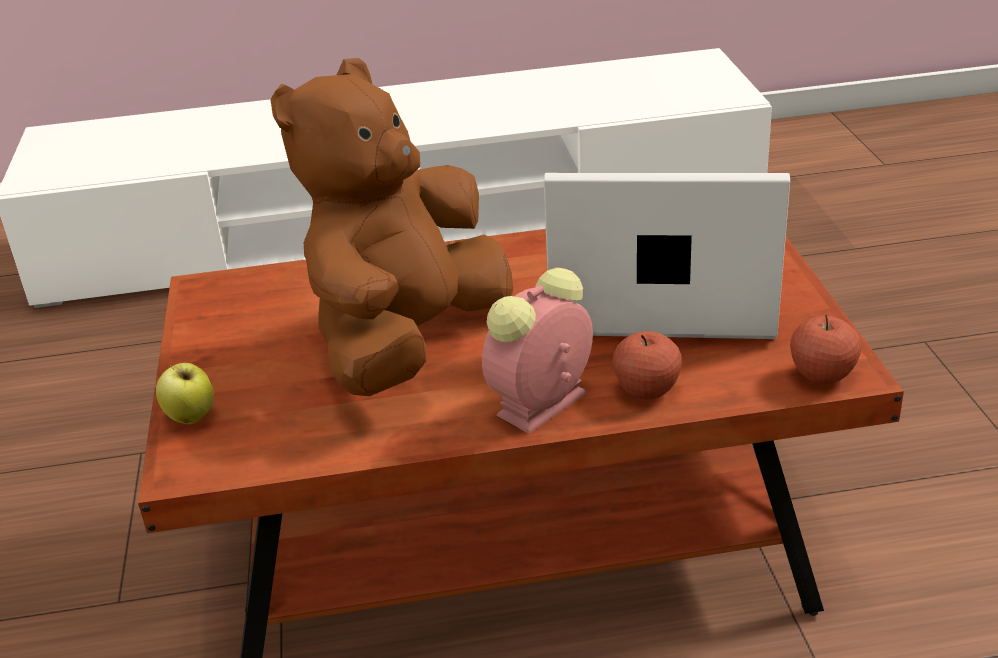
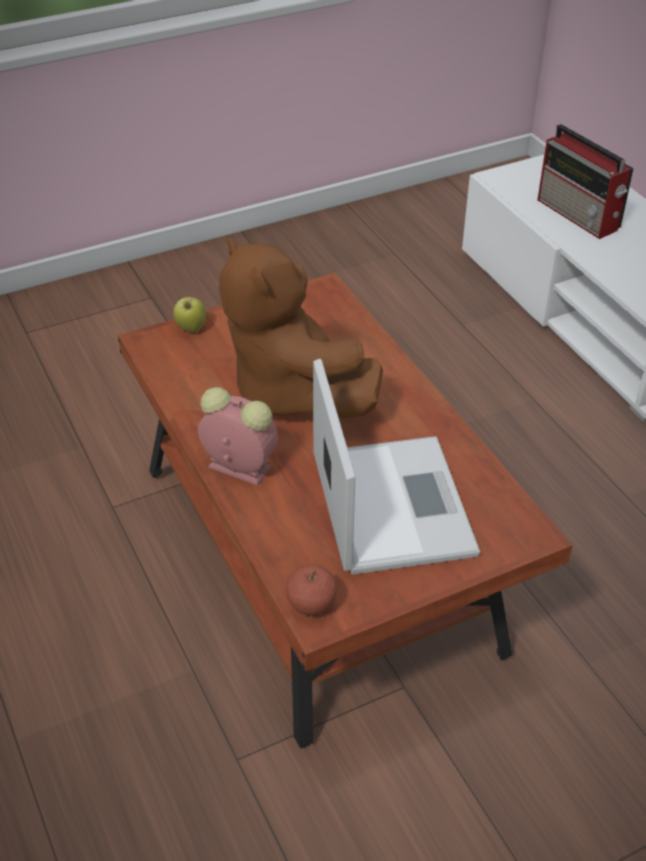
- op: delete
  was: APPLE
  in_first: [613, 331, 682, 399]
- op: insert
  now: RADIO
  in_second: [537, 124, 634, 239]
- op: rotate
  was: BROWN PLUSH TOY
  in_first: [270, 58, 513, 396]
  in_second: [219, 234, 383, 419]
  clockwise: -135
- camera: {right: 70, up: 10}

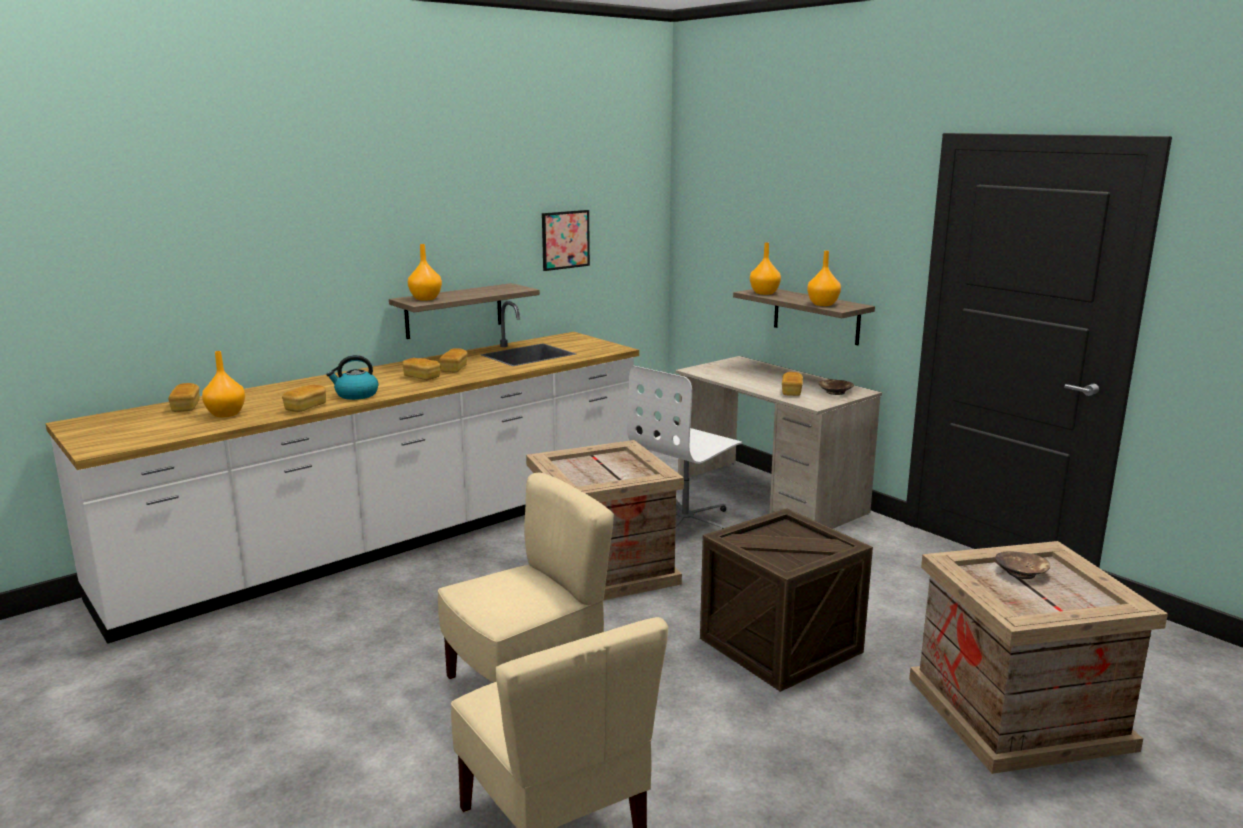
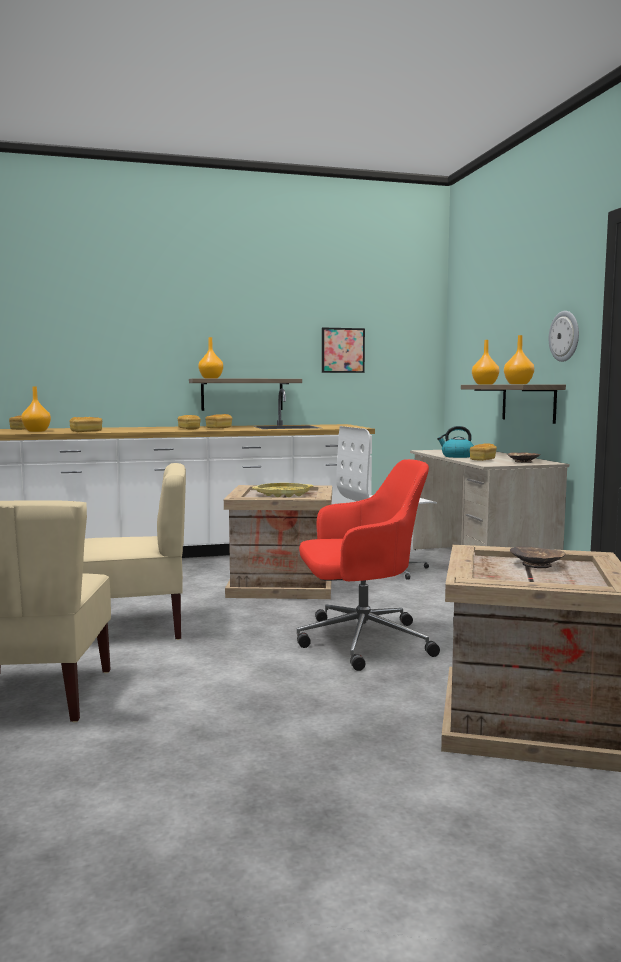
- op: insert
  now: YELLOW TRAY
  in_second: [252, 483, 314, 497]
- op: insert
  now: WALL CLOCK
  in_second: [549, 311, 579, 362]
- op: move
  was: KETTLE
  in_first: [326, 355, 378, 400]
  in_second: [437, 426, 474, 458]
- op: replace
  was: CRATE
  now: RED OFFICE CHAIR
  in_first: [700, 508, 873, 692]
  in_second: [297, 459, 440, 671]
- camera: {right: 25, up: -10}

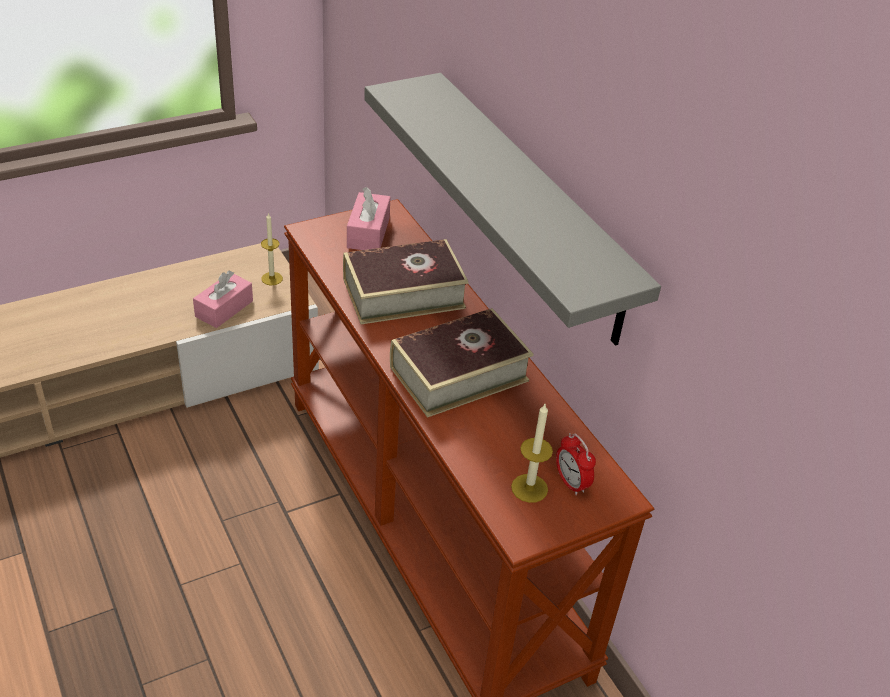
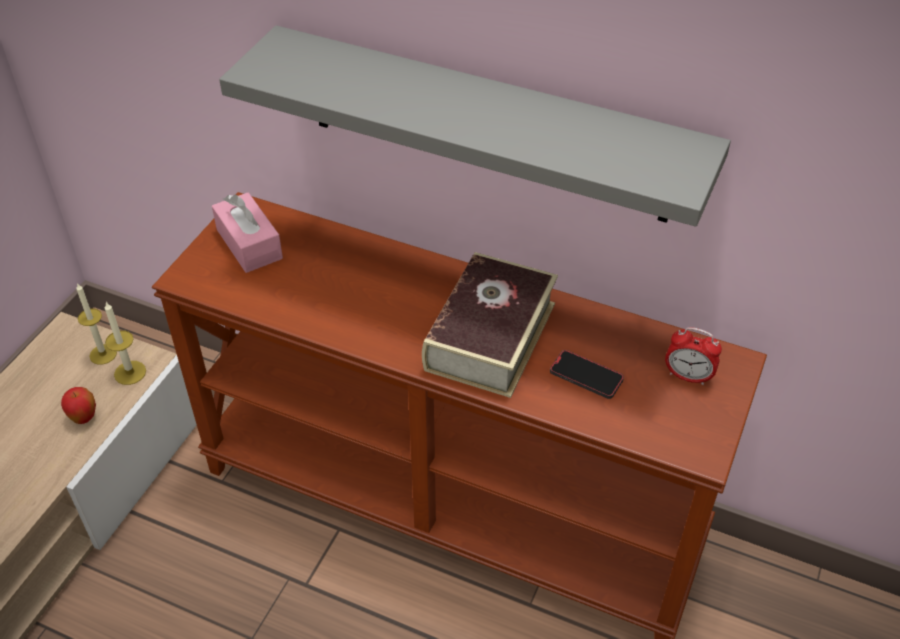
- op: delete
  was: BOOK
  in_first: [343, 239, 469, 324]
- op: insert
  now: PHONE
  in_second: [550, 350, 624, 399]
- op: move
  was: CANDLE
  in_first: [511, 404, 553, 503]
  in_second: [105, 302, 146, 385]
- op: replace
  was: PINK TISSUE BOX
  now: APPLE
  in_first: [193, 270, 253, 328]
  in_second: [61, 387, 96, 424]
- camera: {right: -35, up: 5}

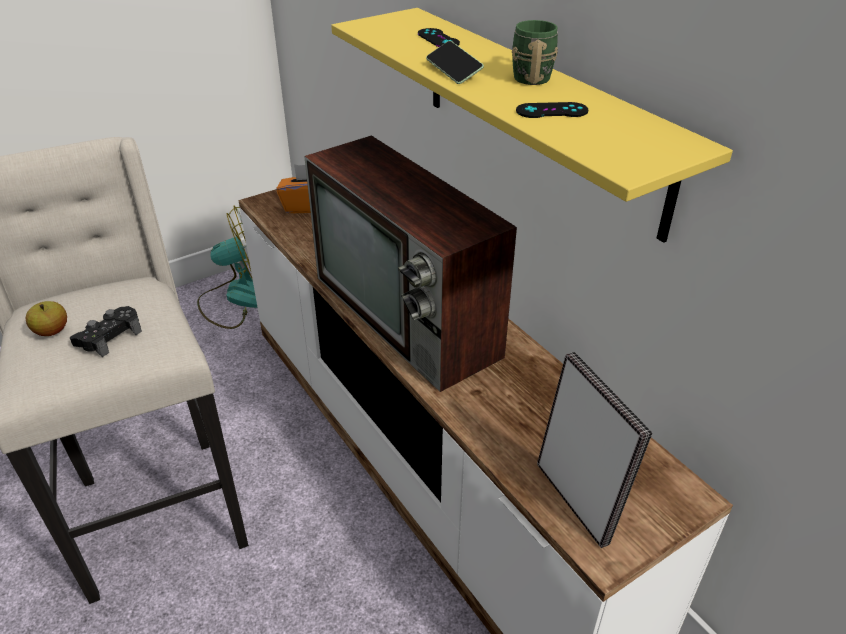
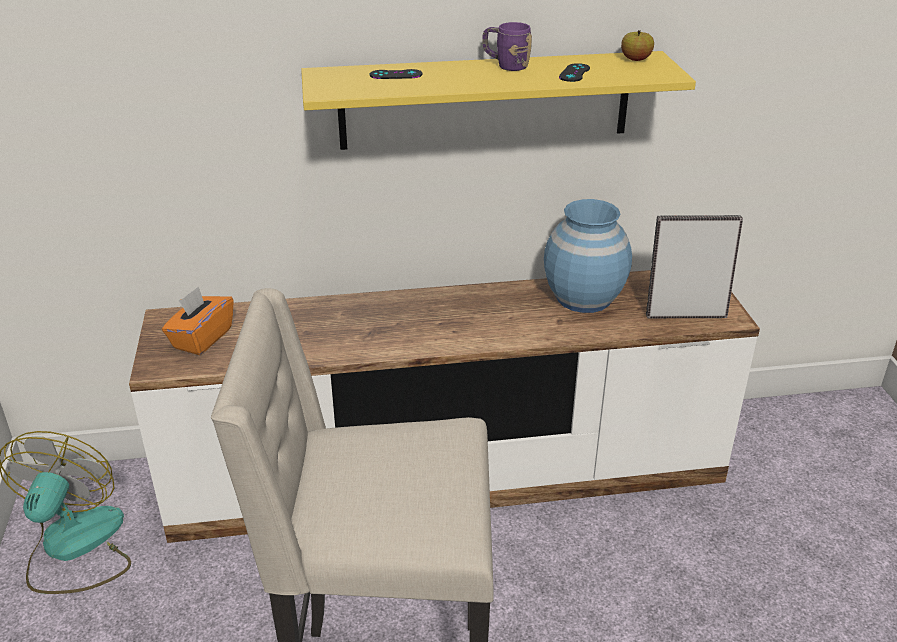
- op: delete
  was: BLACK GAME CONTROLLER
  in_first: [70, 306, 142, 357]
- op: delete
  was: TELEVISION
  in_first: [304, 135, 517, 392]
- op: delete
  was: PHONE
  in_first: [426, 41, 484, 84]
- op: insert
  now: BLUE VASE
  in_second: [544, 199, 632, 313]
- op: move
  was: APPLE
  in_first: [26, 301, 67, 336]
  in_second: [621, 30, 654, 61]
- op: recolor
  was: GREEN MUG
  now: PURPLE MUG
  in_first: [512, 20, 558, 85]
  in_second: [482, 22, 532, 71]
- camera: {right: -65, up: -5}

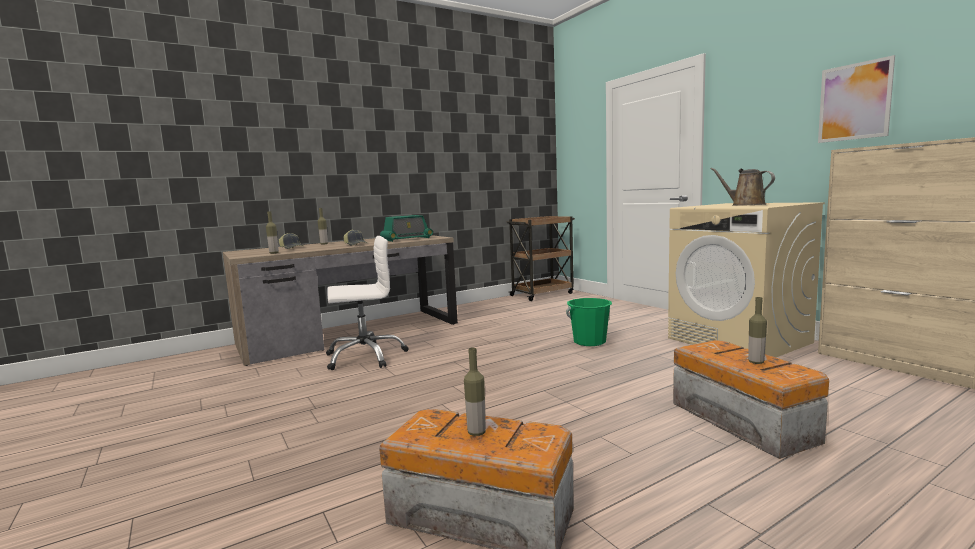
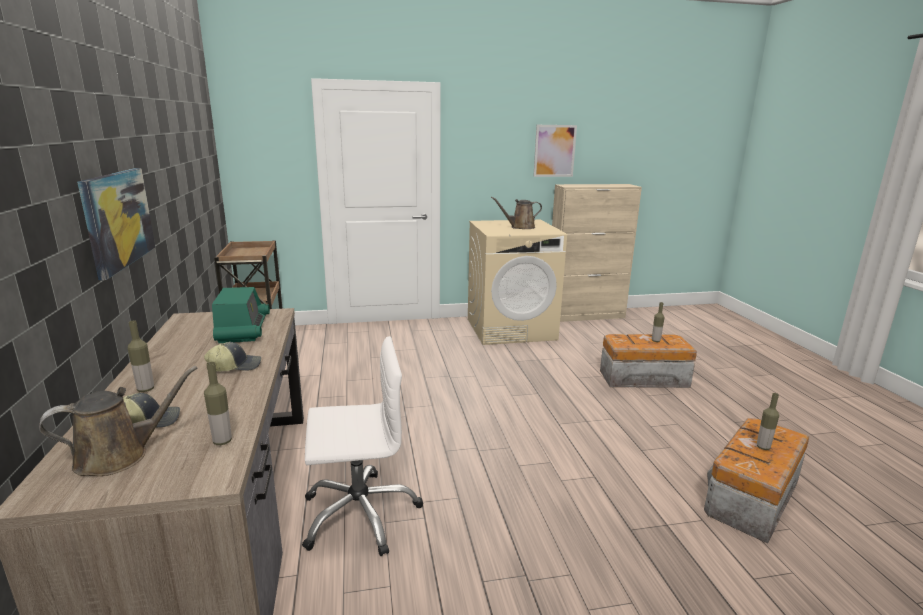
- op: delete
  was: GREEN BUCKET
  in_first: [566, 298, 612, 346]
- op: insert
  now: BROWN WATERING CAN
  in_second: [39, 366, 197, 476]
- op: insert
  now: PICTURE
  in_second: [77, 168, 155, 280]
- op: rotate
  was: WHITE OFFICE CHAIR
  in_first: [326, 236, 408, 370]
  in_second: [302, 336, 423, 556]
  clockwise: 75
- camera: {right: -70, up: 10}

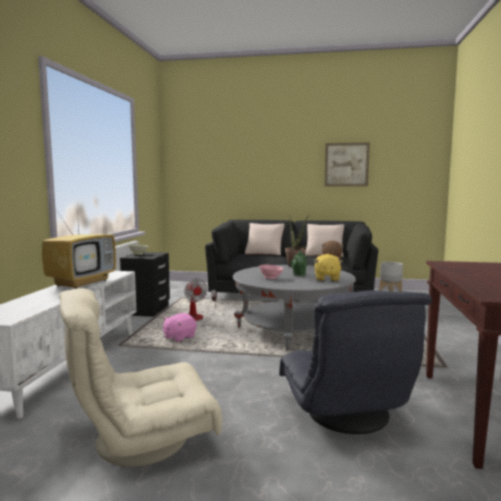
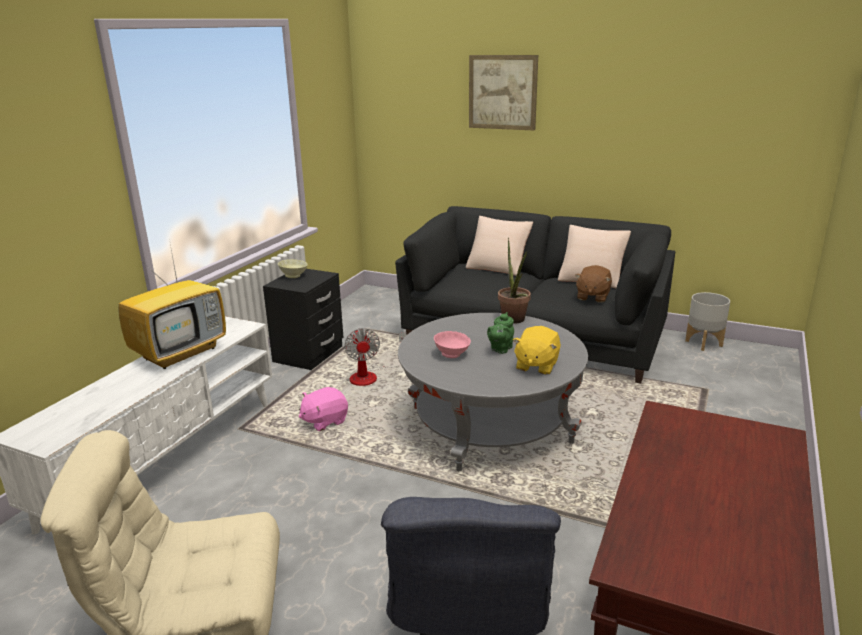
- op: move
  was: PICTURE
  in_first: [324, 142, 370, 186]
  in_second: [469, 55, 538, 131]
- camera: {right: 15, up: 15}

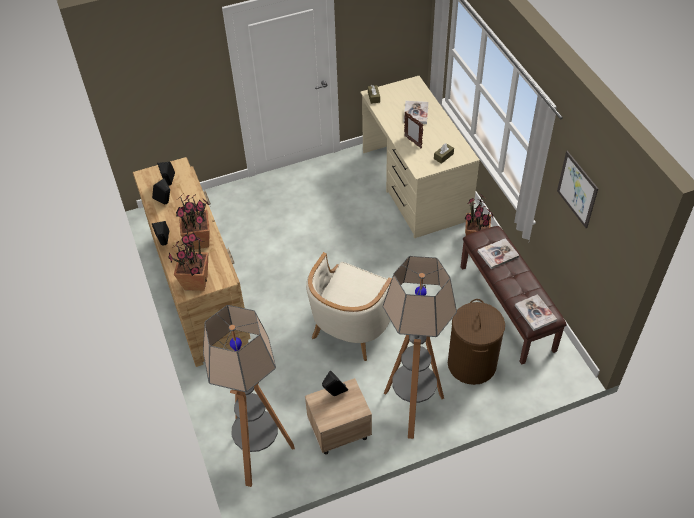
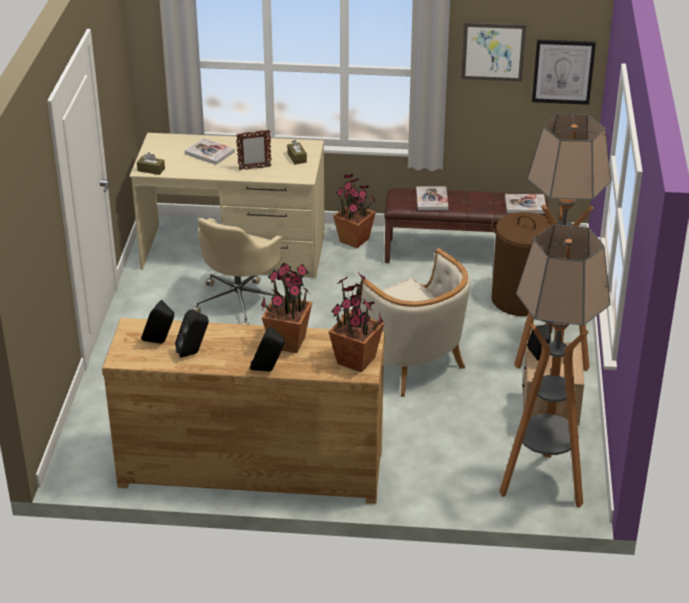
- op: insert
  now: BEIGE OFFICE CHAIR
  in_second: [192, 218, 285, 325]
- op: insert
  now: PICTURE
  in_second: [532, 39, 596, 105]
- camera: {right: -65, up: -15}

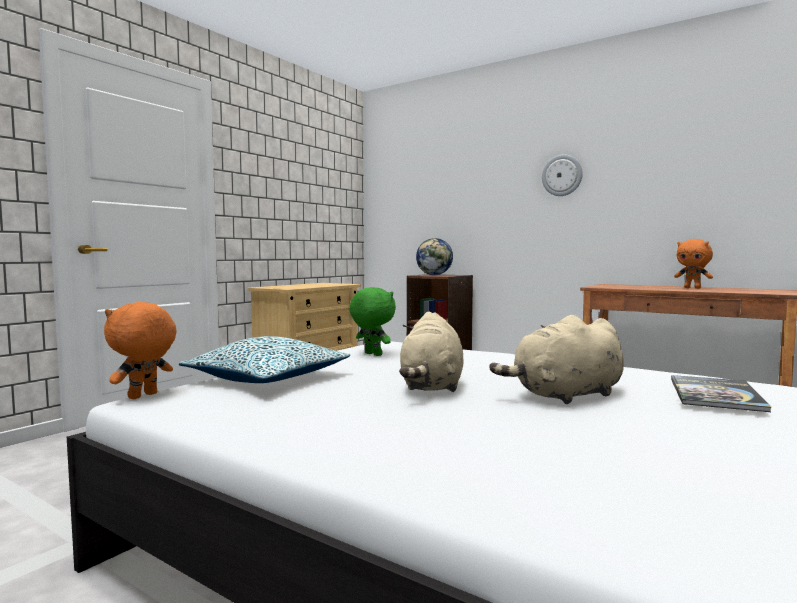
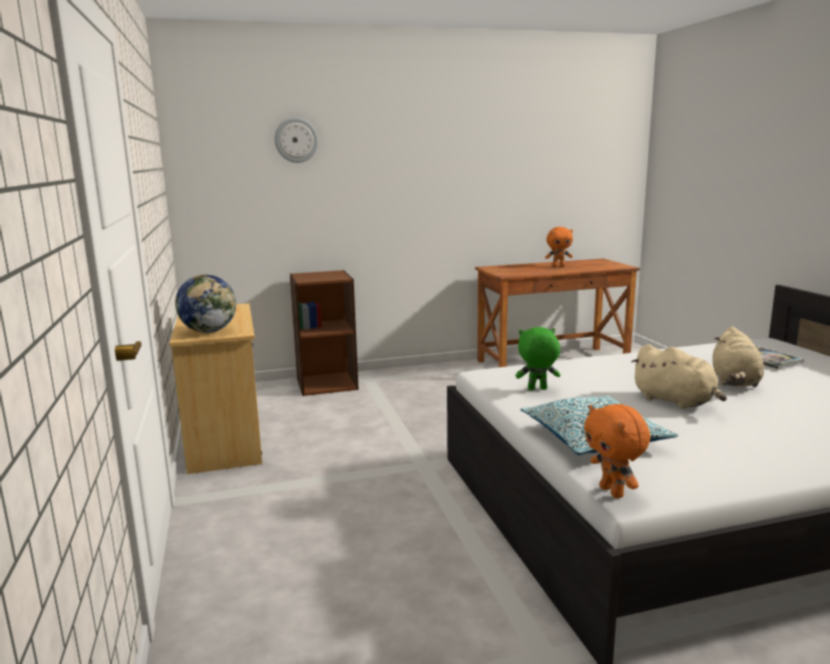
- op: move
  was: GLOBE
  in_first: [416, 238, 453, 275]
  in_second: [175, 275, 236, 333]
- op: move
  was: WALL CLOCK
  in_first: [542, 154, 583, 196]
  in_second: [275, 117, 319, 163]
- camera: {right: -50, up: 10}

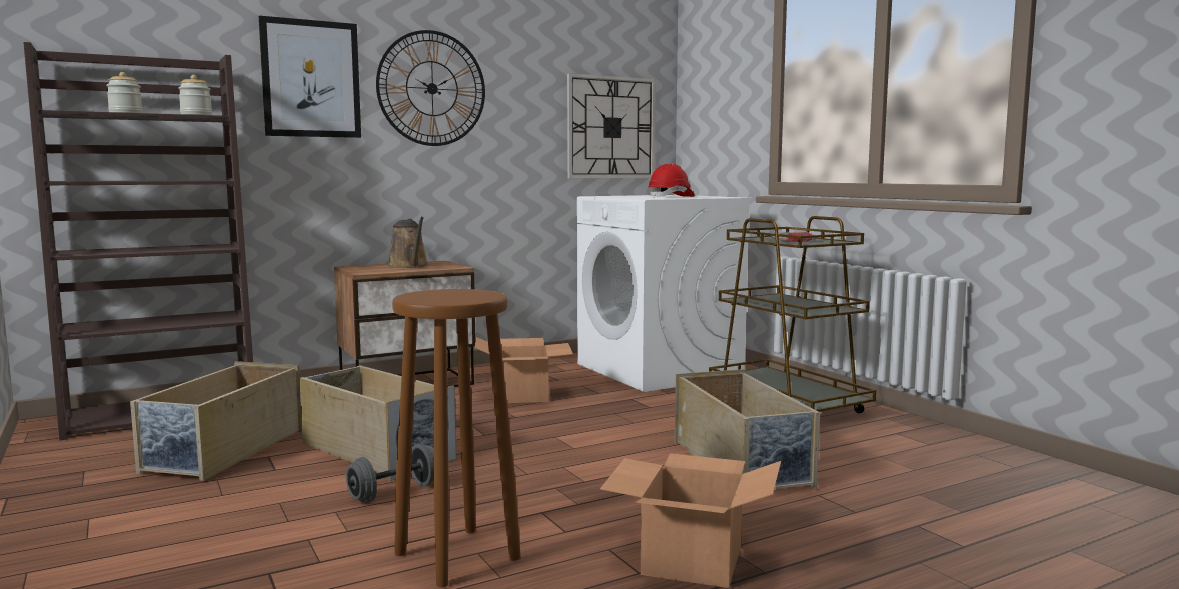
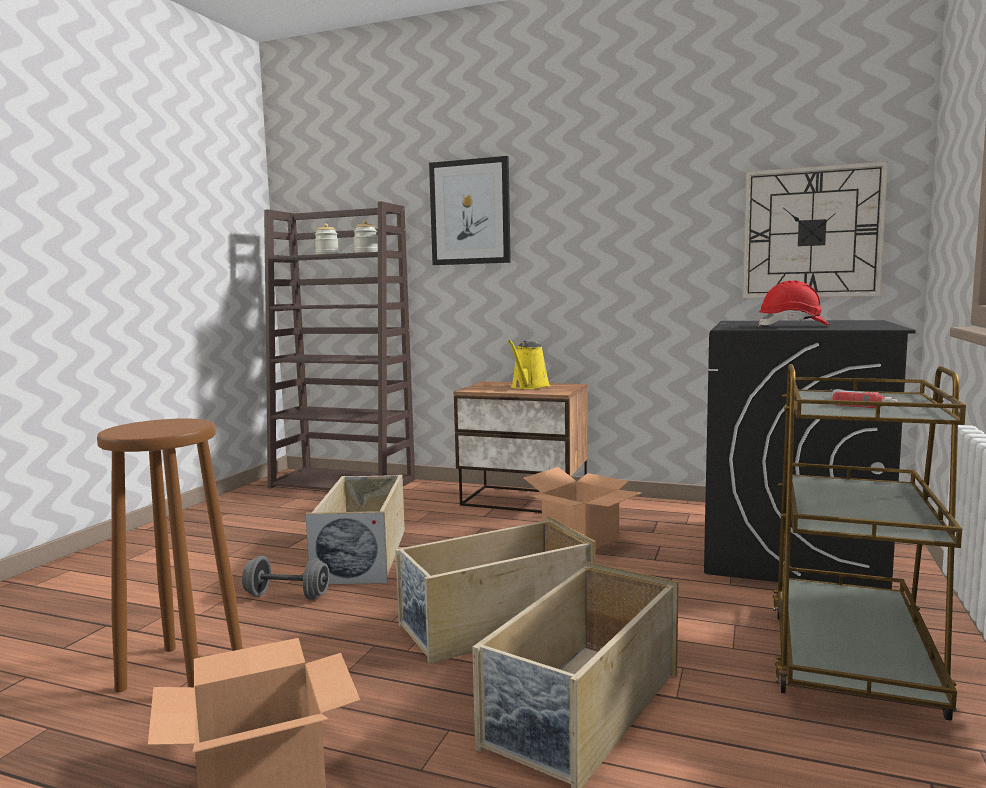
- op: delete
  was: WALL CLOCK
  in_first: [376, 30, 485, 146]
- op: move
  was: BEIGE STORAGE BOX
  in_first: [130, 361, 302, 481]
  in_second: [395, 516, 596, 664]
- op: recolor
  was: BROWN WATERING CAN
  now: YELLOW WATERING CAN
  in_first: [388, 217, 428, 268]
  in_second: [508, 340, 550, 389]
- op: recolor
  was: WHITE WASHING MACHINE
  now: BLACK WASHING MACHINE
  in_first: [577, 195, 753, 392]
  in_second: [704, 320, 916, 589]
- camera: {right: 50, up: 0}

